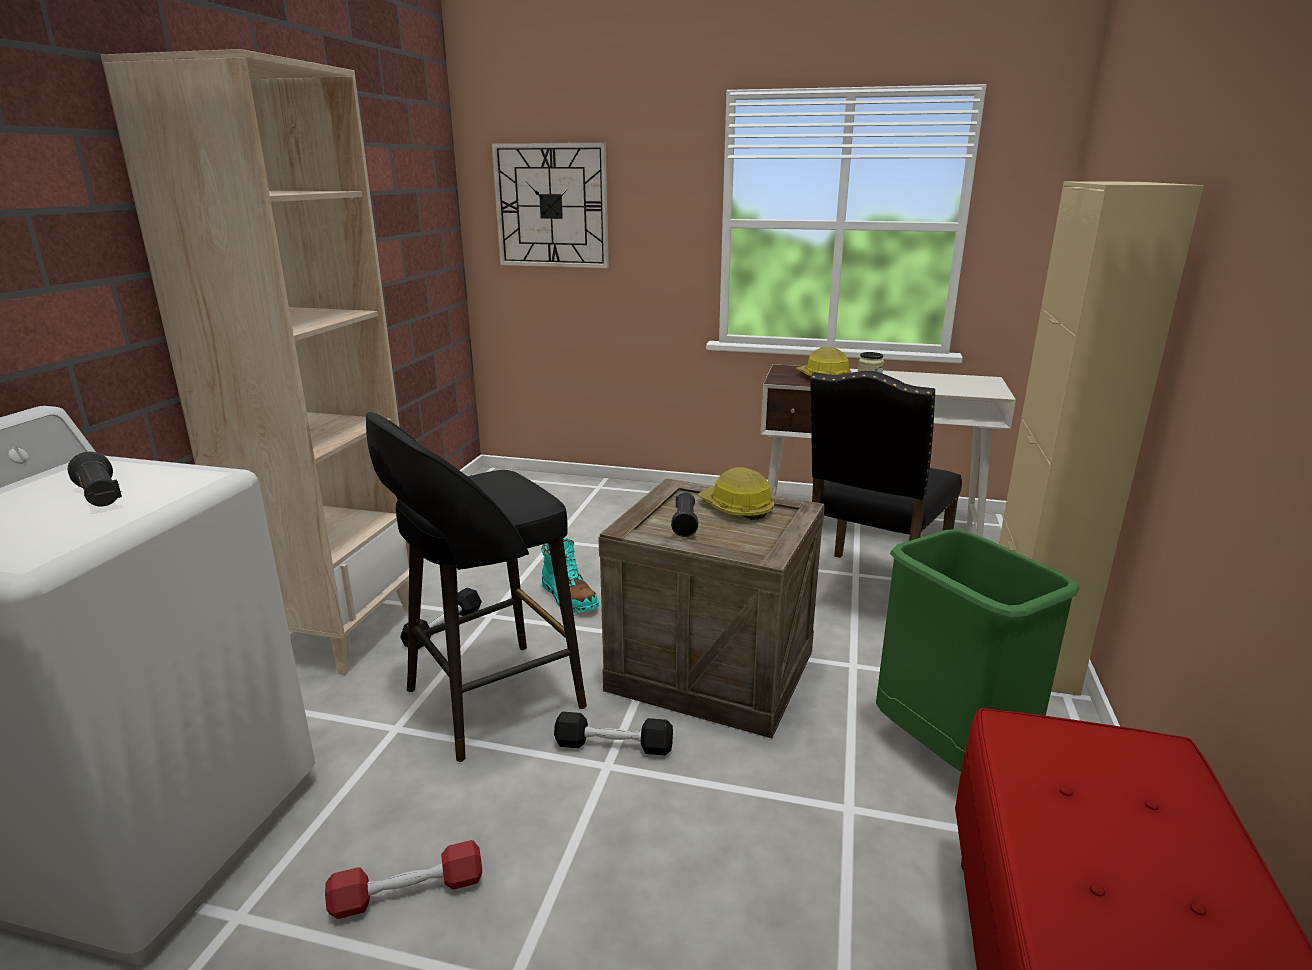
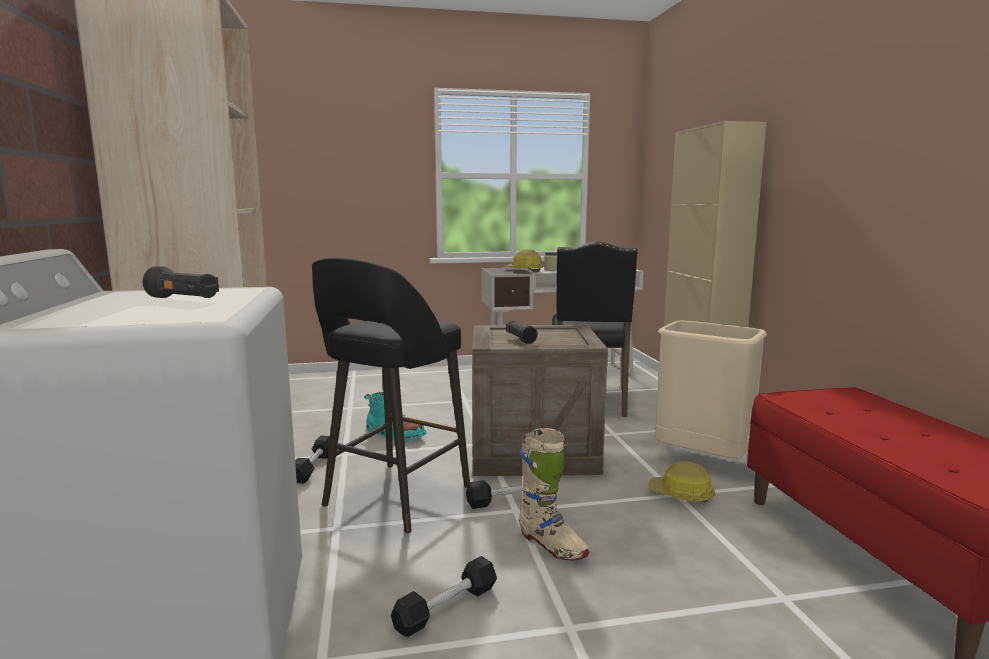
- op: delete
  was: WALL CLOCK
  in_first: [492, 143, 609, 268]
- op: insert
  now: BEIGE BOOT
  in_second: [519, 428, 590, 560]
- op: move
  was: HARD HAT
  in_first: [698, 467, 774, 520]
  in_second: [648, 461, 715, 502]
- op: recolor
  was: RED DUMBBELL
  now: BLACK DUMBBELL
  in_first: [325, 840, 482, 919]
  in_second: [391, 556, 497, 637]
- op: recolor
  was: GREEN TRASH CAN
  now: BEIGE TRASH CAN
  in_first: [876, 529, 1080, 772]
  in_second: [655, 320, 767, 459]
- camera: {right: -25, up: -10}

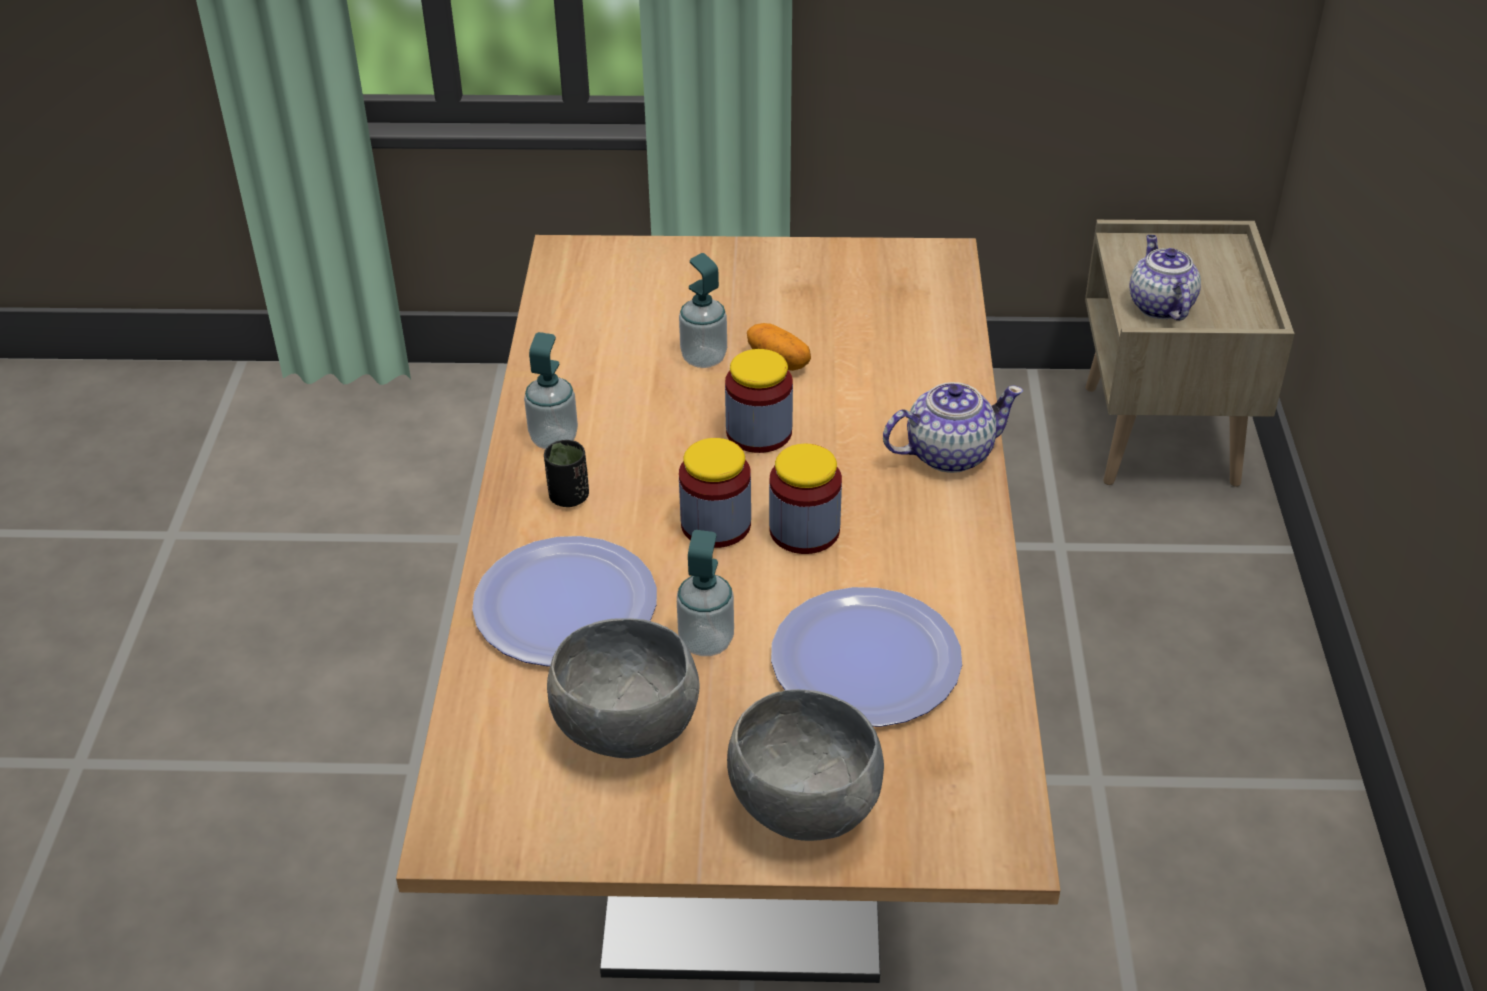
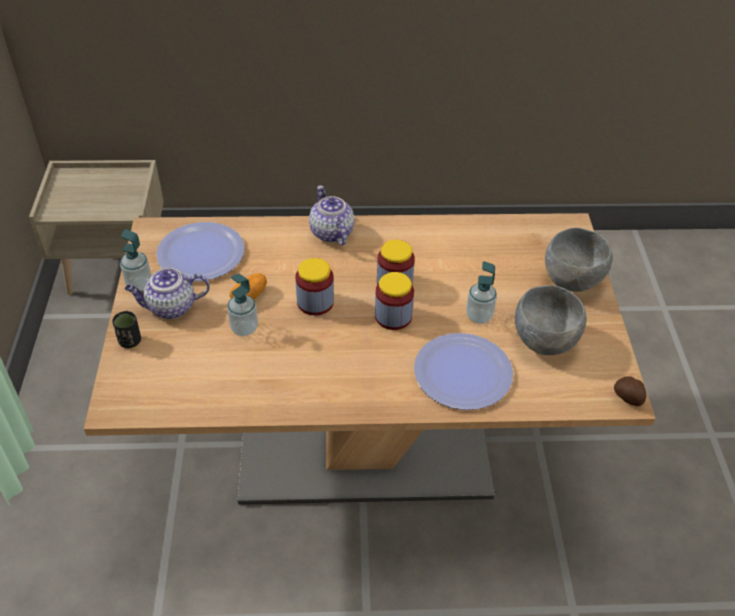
- op: insert
  now: POTATO
  in_second: [614, 376, 646, 406]
- op: move
  was: SOAP DISPENSER
  in_first: [524, 332, 578, 449]
  in_second: [120, 229, 152, 291]
- op: move
  was: BLACK CUP
  in_first: [544, 440, 589, 507]
  in_second: [112, 311, 141, 348]
- op: move
  was: PLATE
  in_first: [771, 587, 962, 727]
  in_second: [156, 222, 245, 281]
- op: move
  was: TEAPOT
  in_first: [1130, 235, 1201, 321]
  in_second: [125, 268, 210, 319]
- camera: {right: -95, up: 5}

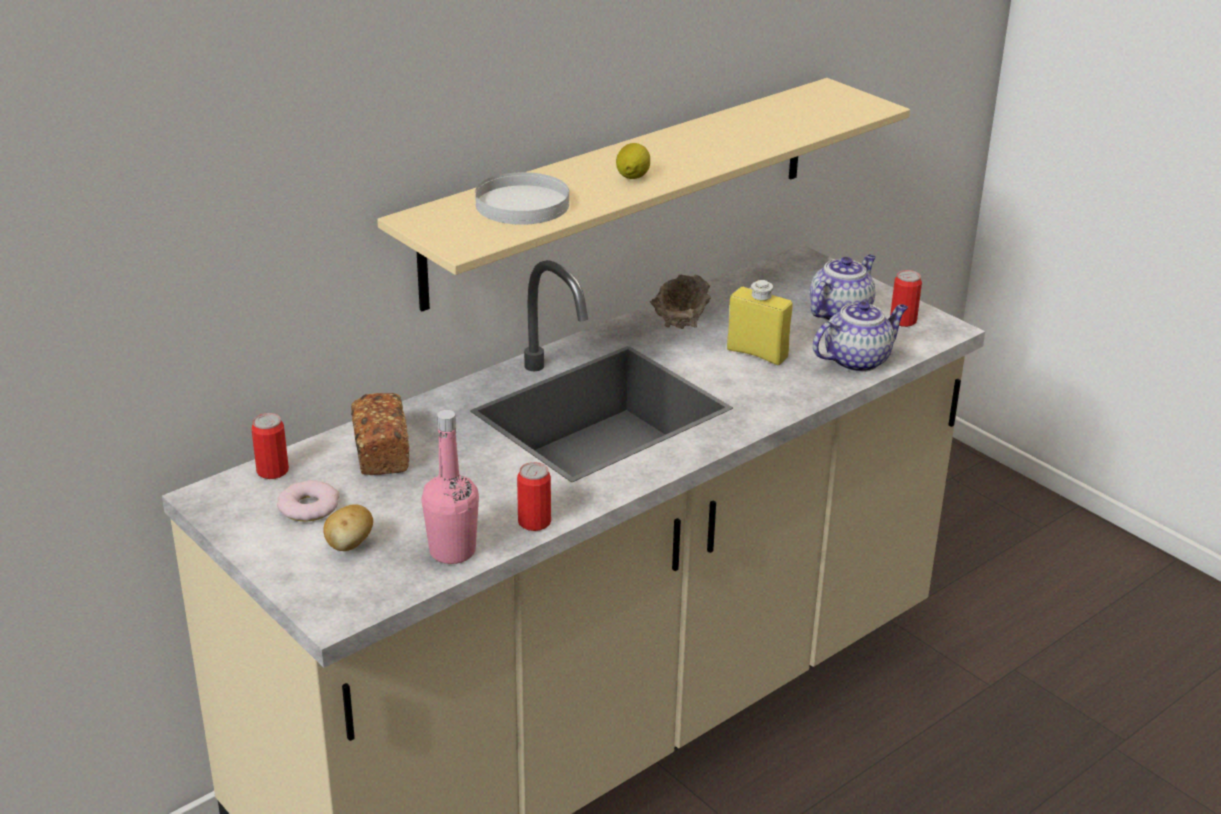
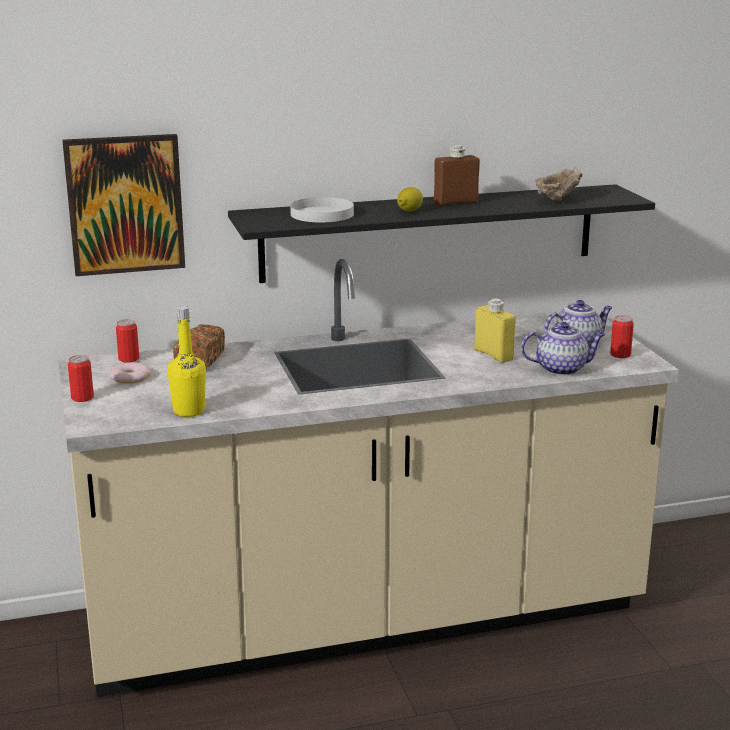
- op: delete
  was: POTATO
  in_first: [323, 504, 373, 551]
- op: insert
  now: PICTURE
  in_second: [62, 134, 185, 276]
- op: insert
  now: BROWN BOTTLE
  in_second: [434, 145, 480, 206]
- op: move
  was: CAN
  in_first: [517, 462, 551, 531]
  in_second: [68, 355, 94, 402]
- op: move
  was: BEIGE BOWL
  in_first: [650, 274, 711, 329]
  in_second: [535, 167, 583, 202]
- op: recolor
  was: BEIGE SHELF
  now: BLACK SHELF
  in_first: [377, 78, 910, 311]
  in_second: [228, 184, 655, 283]
- op: recolor
  was: PINK BOTTLE
  now: YELLOW BOTTLE
  in_first: [421, 410, 479, 564]
  in_second: [167, 306, 206, 417]
- camera: {right: 25, up: -10}

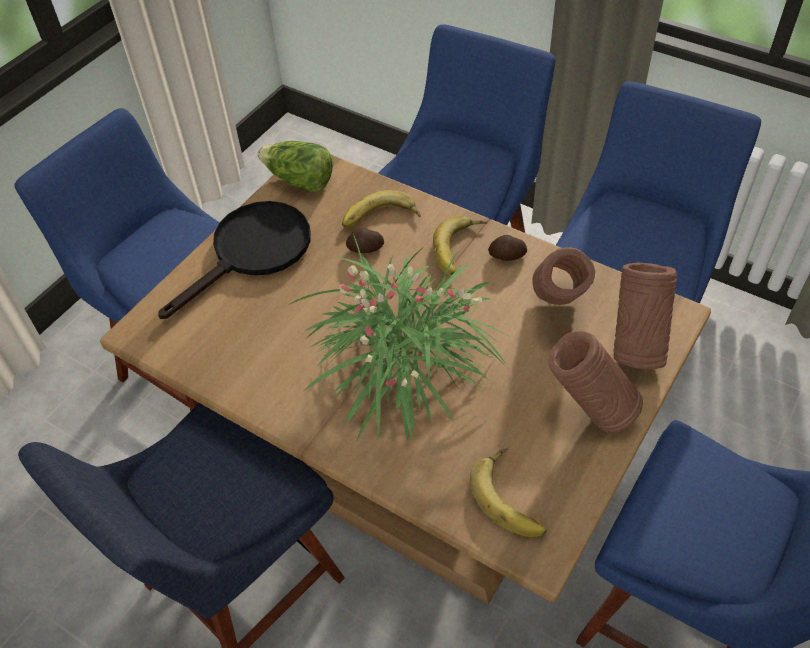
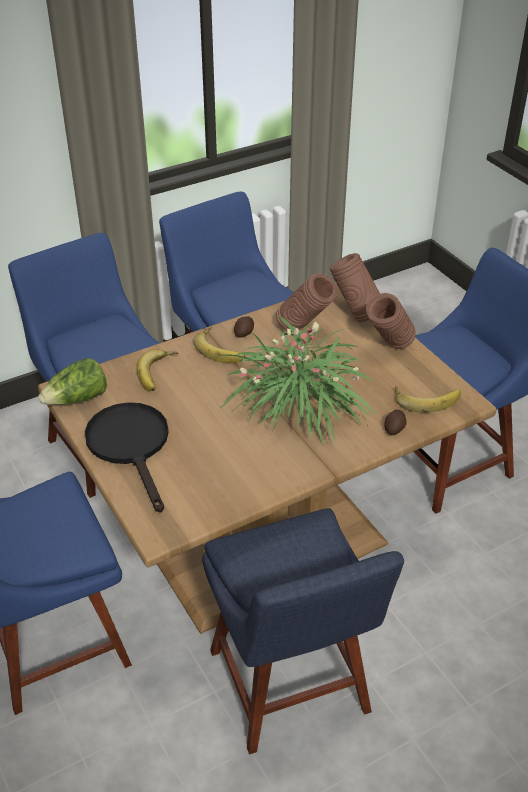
- op: move
  was: POTATO
  in_first: [346, 228, 384, 254]
  in_second: [384, 410, 407, 435]
- camera: {right: -65, up: -10}

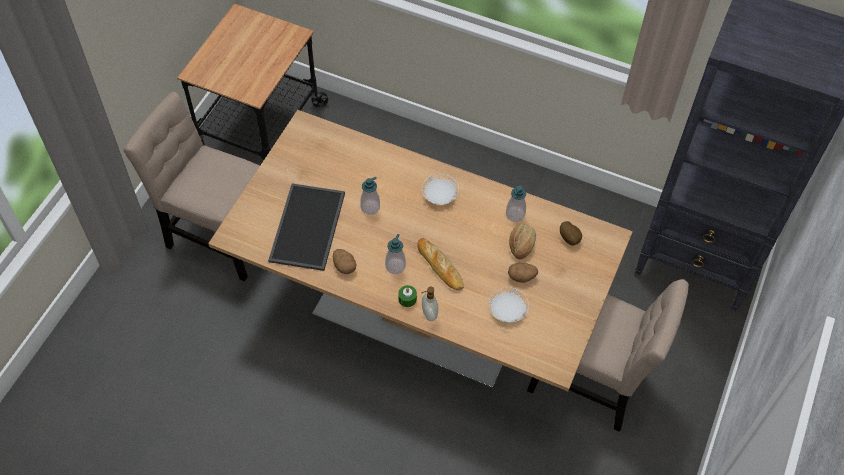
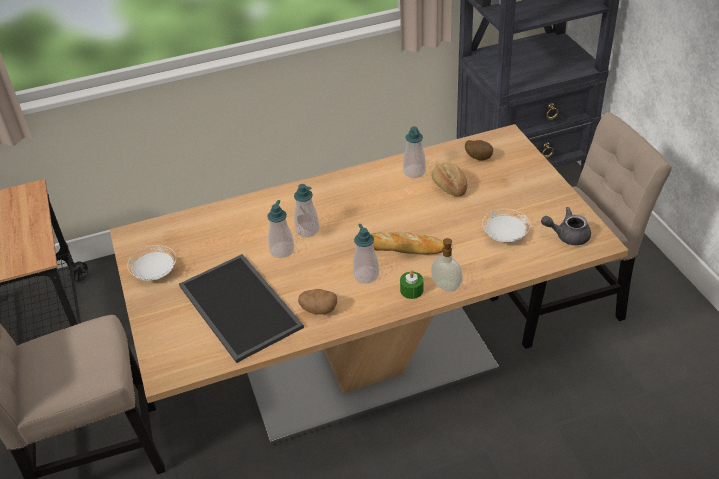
- op: delete
  was: POTATO
  in_first: [508, 263, 538, 283]
- op: insert
  now: SOAP DISPENSER
  in_second: [294, 184, 319, 237]
- op: insert
  now: GREY TEAPOT
  in_second: [541, 207, 591, 245]
- op: move
  was: WHITE PLATE
  in_first: [422, 174, 459, 205]
  in_second: [127, 245, 176, 281]
- camera: {right: -40, up: -15}

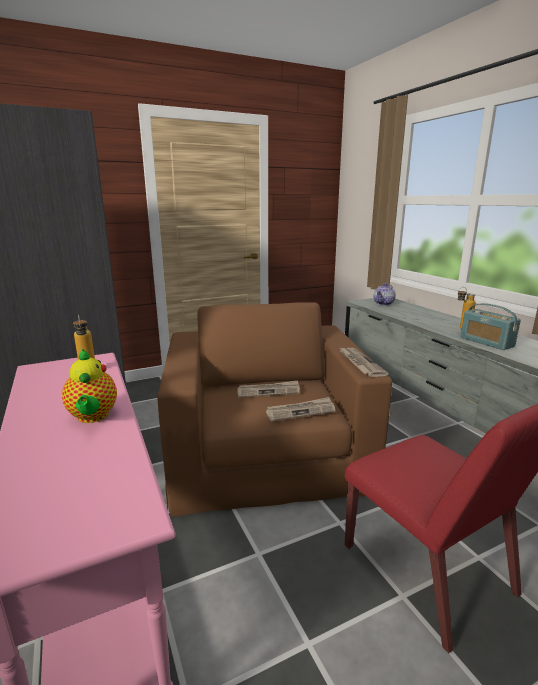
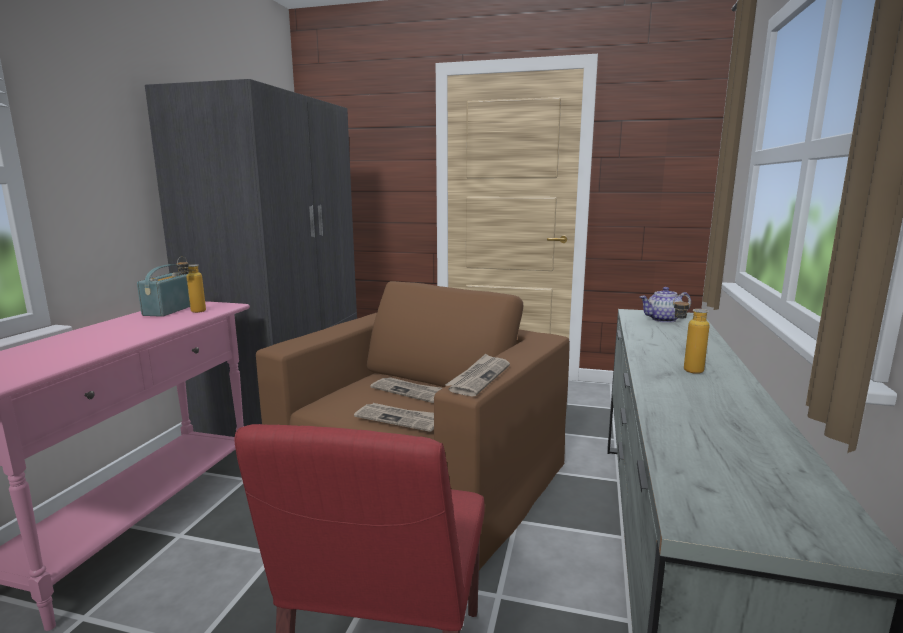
- op: delete
  was: TEAPOT
  in_first: [62, 349, 117, 423]
- op: move
  was: RADIO
  in_first: [461, 303, 521, 350]
  in_second: [137, 264, 190, 317]
- camera: {right: 40, up: -5}

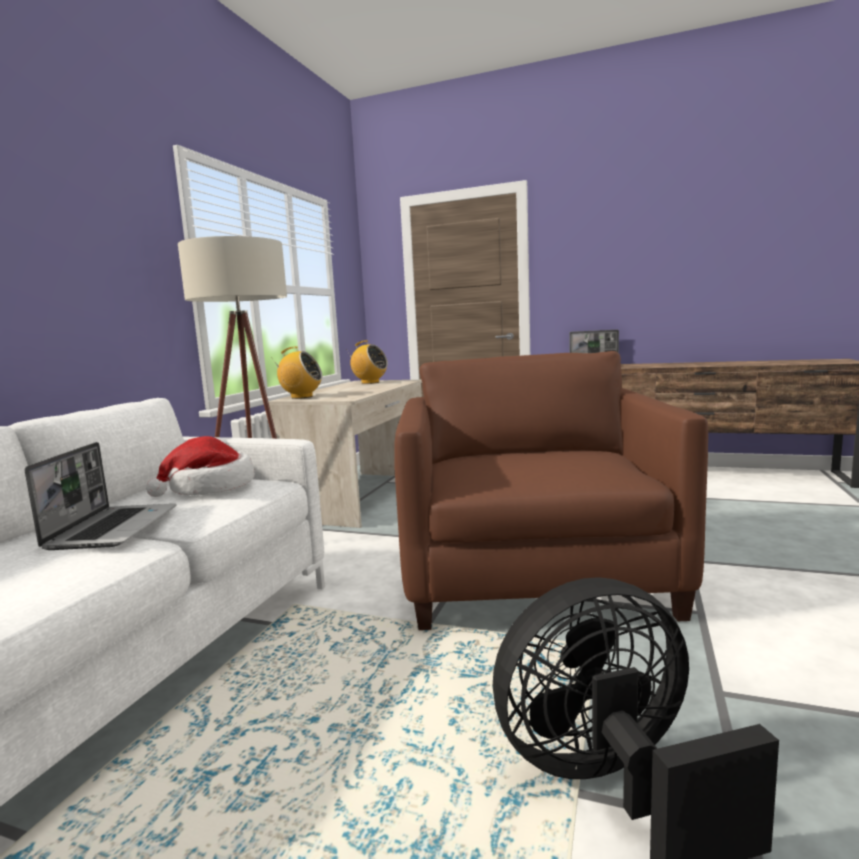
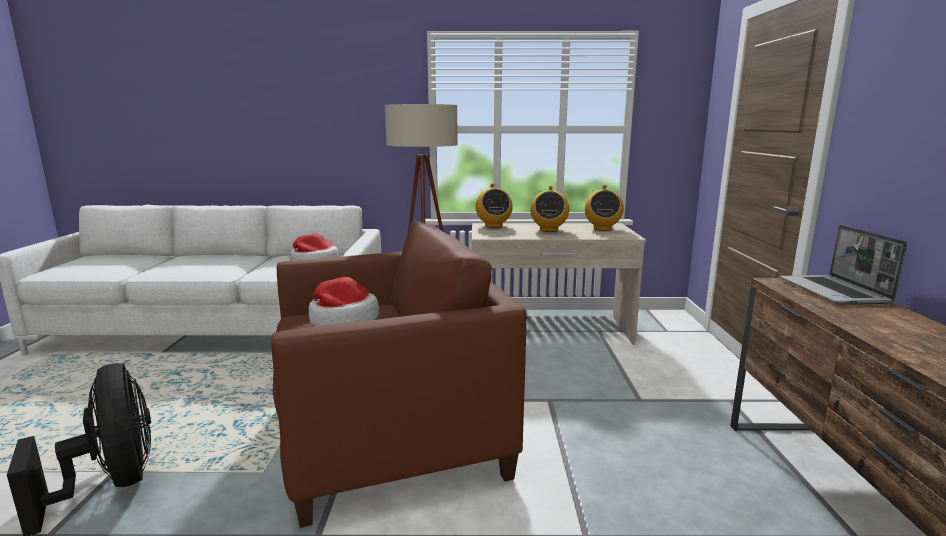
- op: delete
  was: LAPTOP
  in_first: [25, 442, 177, 550]
- op: insert
  now: HAT
  in_second: [309, 277, 379, 326]
- op: insert
  now: RADIO
  in_second: [530, 186, 569, 232]
- camera: {right: 70, up: 5}

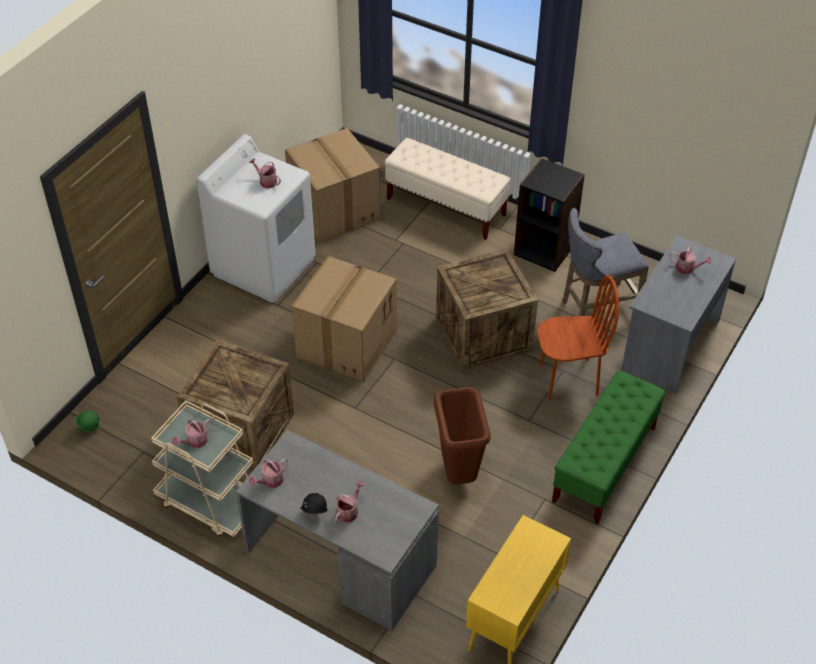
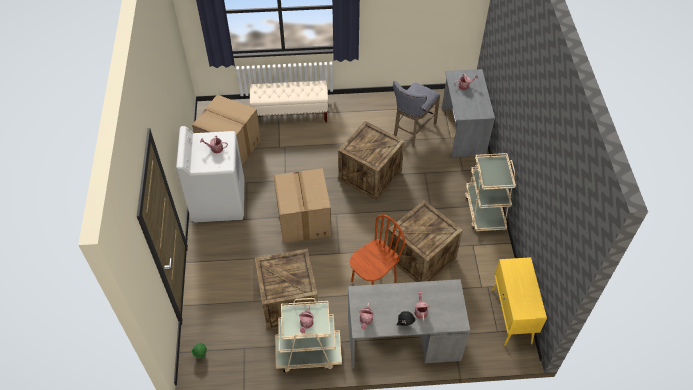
- op: delete
  was: BLACK BOOKCASE
  in_first: [514, 158, 585, 272]
- op: move
  was: BROWN CHAIR
  in_first: [537, 275, 619, 400]
  in_second: [350, 214, 405, 285]
- op: replace
  was: BROWN TRASH CAN
  now: CRATE
  in_first: [434, 387, 491, 484]
  in_second: [387, 200, 463, 282]
- op: replace
  was: GREEN BENCH
  now: BEIGE CART
  in_first: [552, 370, 665, 524]
  in_second: [465, 153, 516, 231]
- camera: {right: -35, up: 5}

